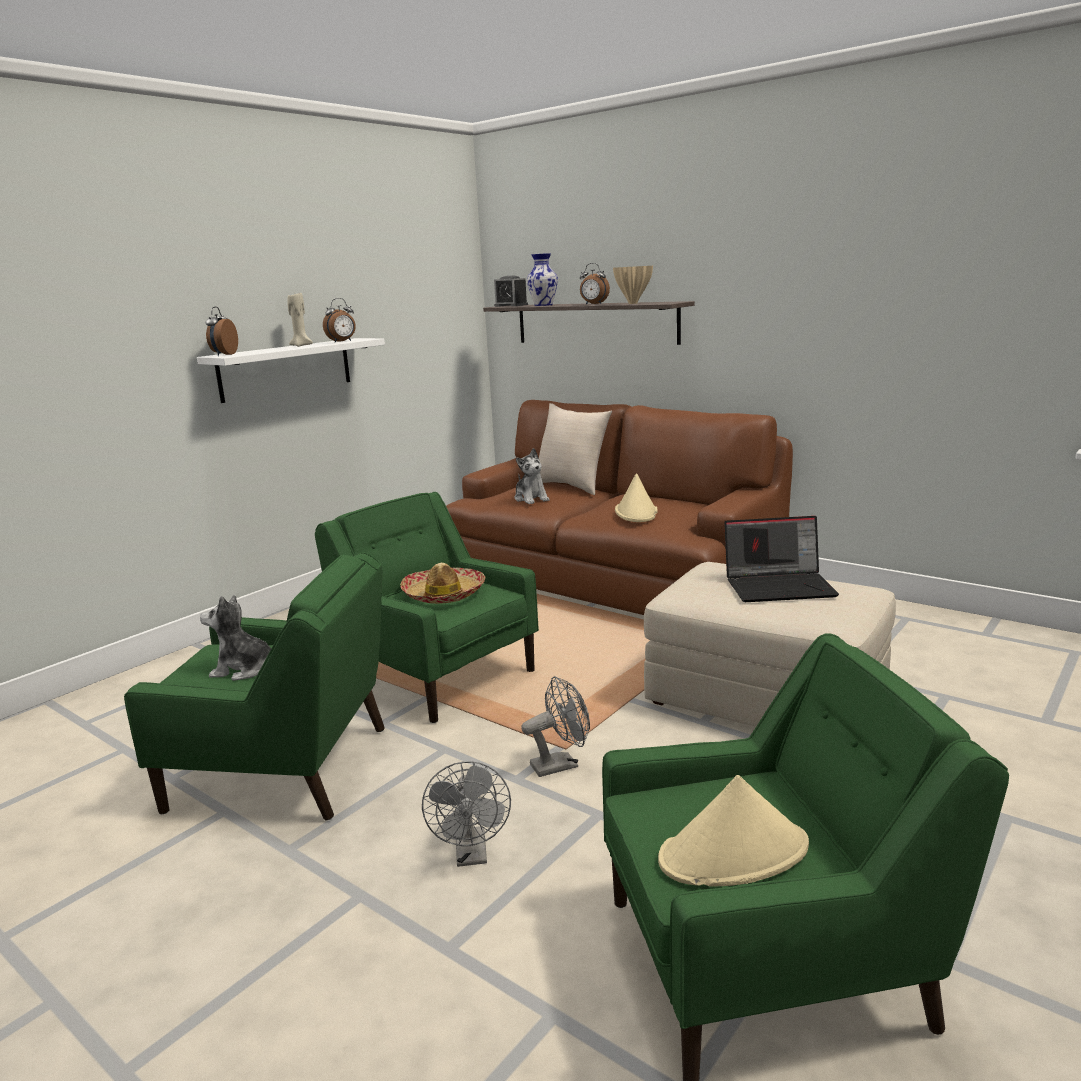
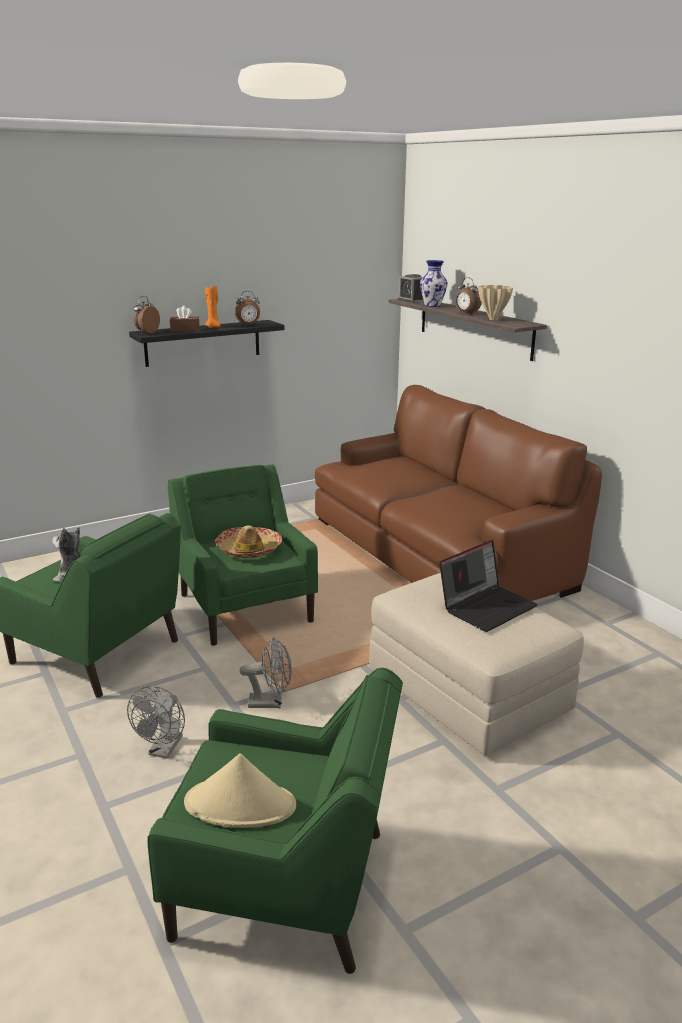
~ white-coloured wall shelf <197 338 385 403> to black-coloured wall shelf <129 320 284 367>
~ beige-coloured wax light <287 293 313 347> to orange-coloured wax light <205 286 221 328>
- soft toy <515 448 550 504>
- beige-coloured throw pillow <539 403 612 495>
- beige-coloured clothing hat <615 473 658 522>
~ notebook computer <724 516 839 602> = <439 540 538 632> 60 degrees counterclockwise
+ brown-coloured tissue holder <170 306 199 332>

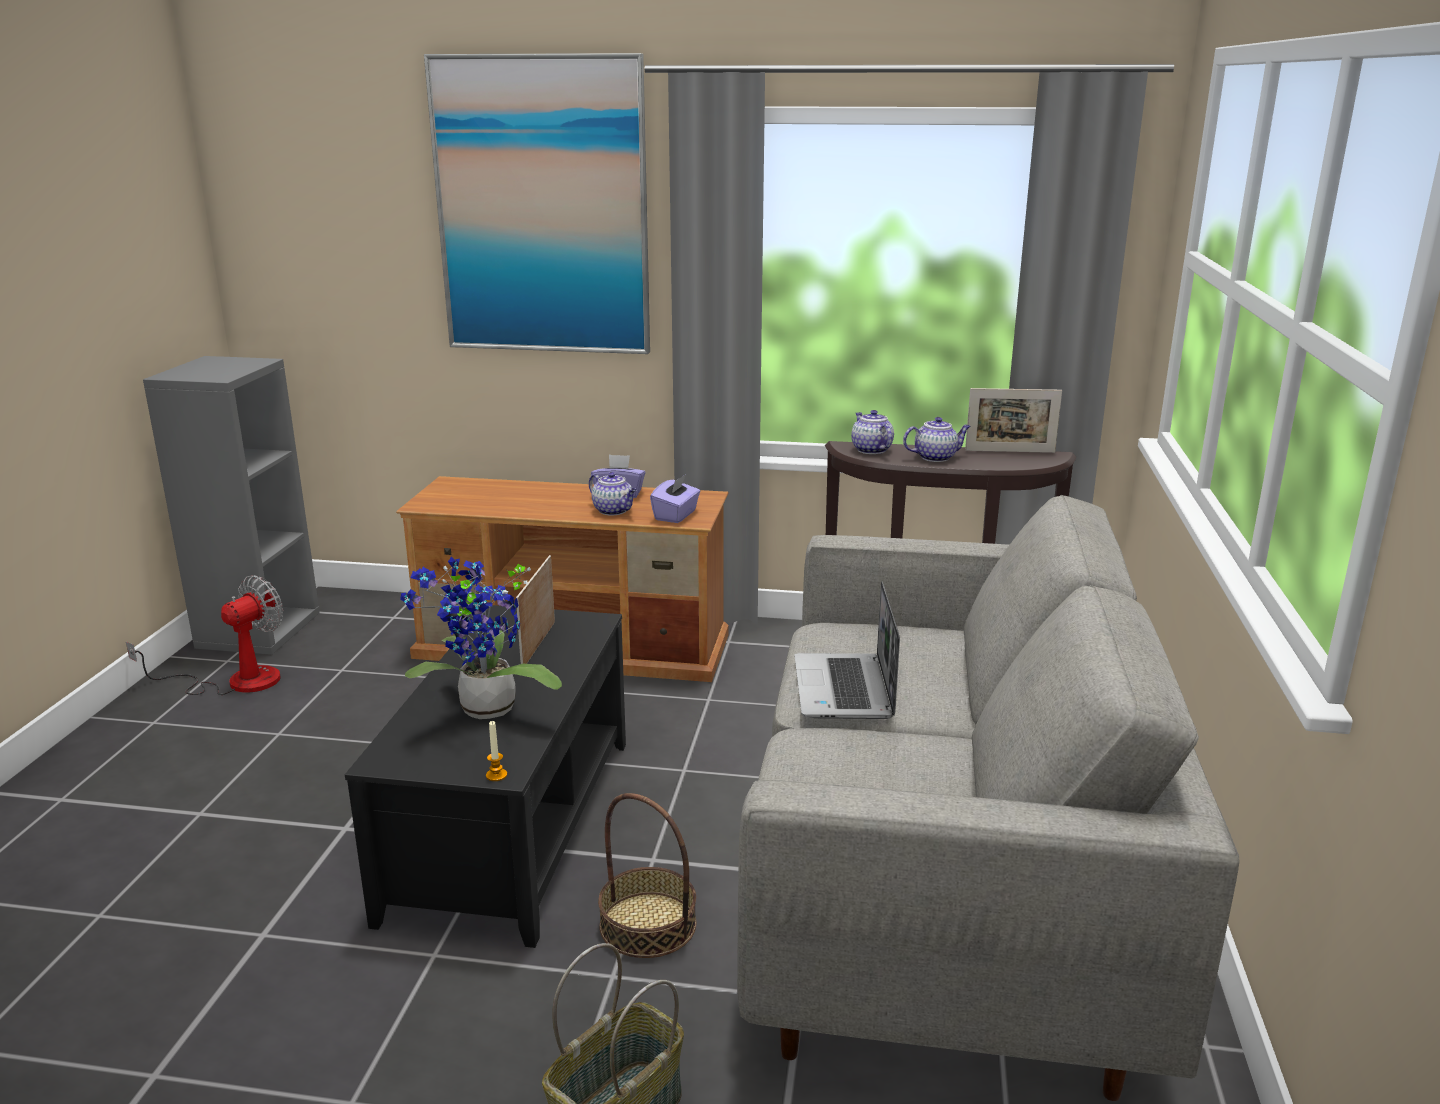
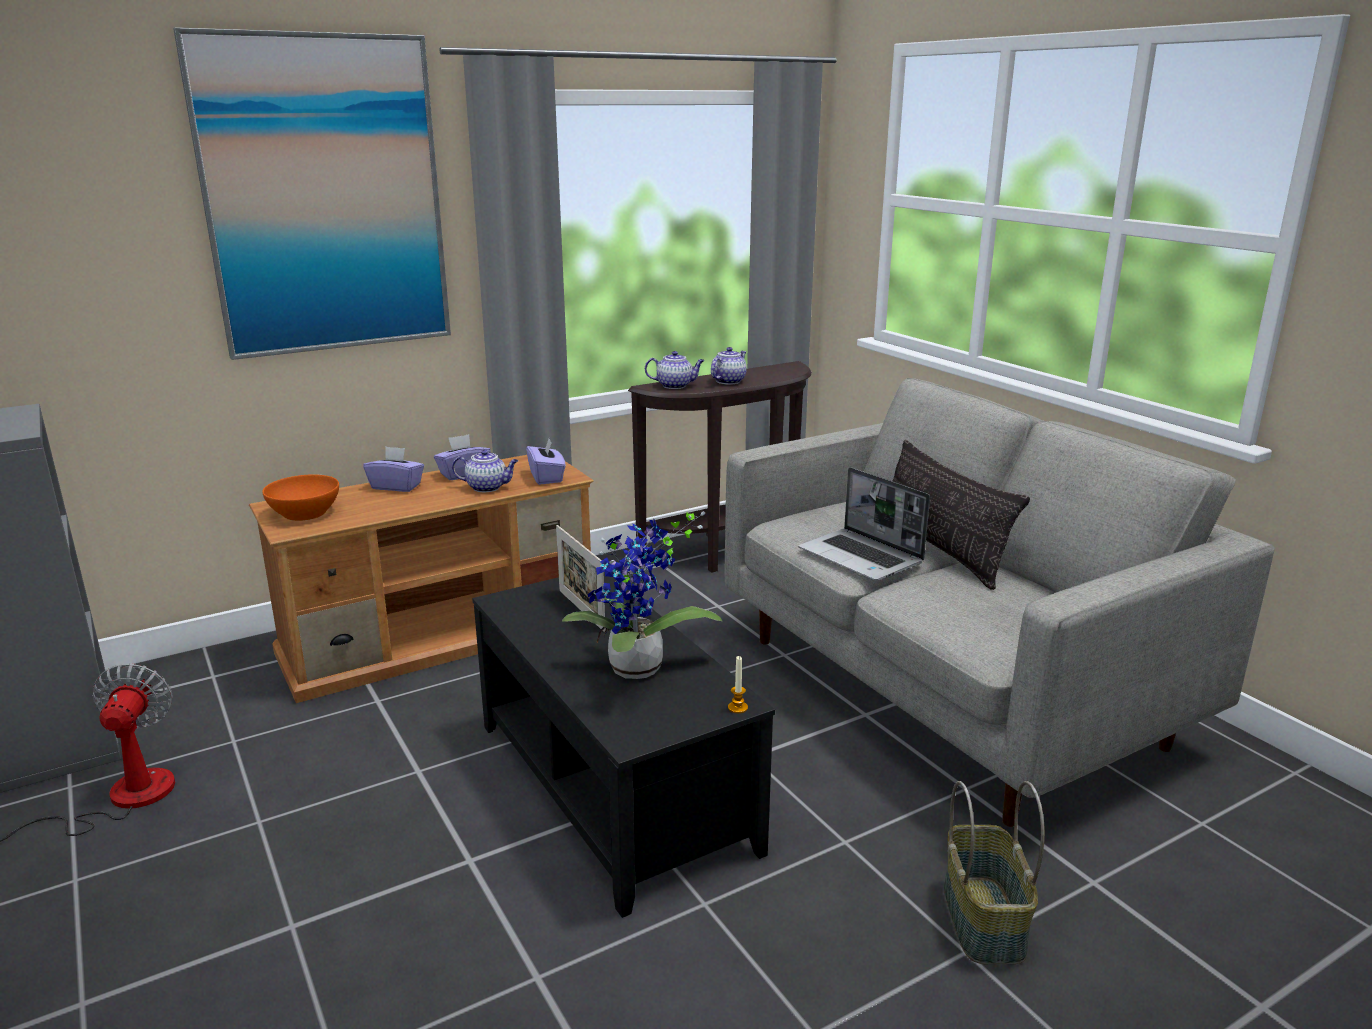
- household basket <598 793 697 958>
~ teapot <851 410 894 454> = <645 351 705 389> 150 degrees clockwise
- standing frame <965 388 1062 453>
+ orange-coloured deep dish <262 474 339 521>
+ purple-coloured tissue holder <363 446 424 492>
+ throw pillow <893 440 1030 590>

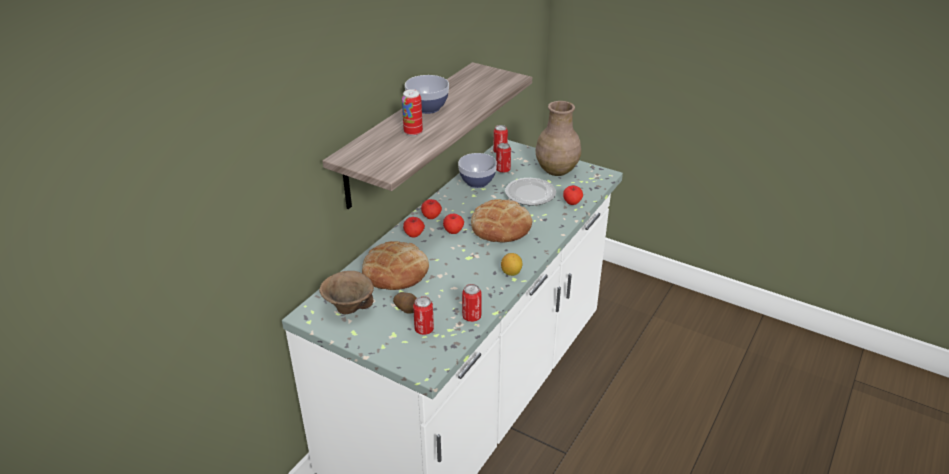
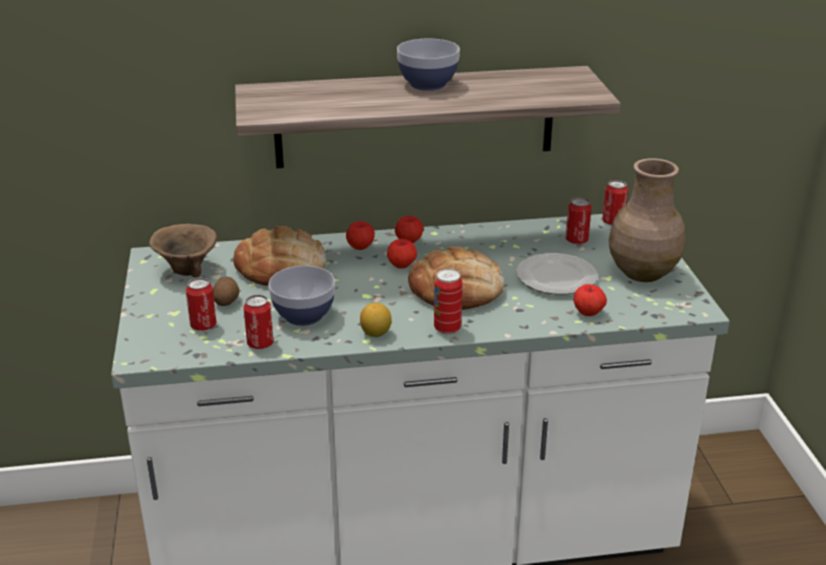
~ sealed can <402 89 423 136> to <434 269 462 335>
~ deep dish <458 153 497 188> to <268 266 335 326>

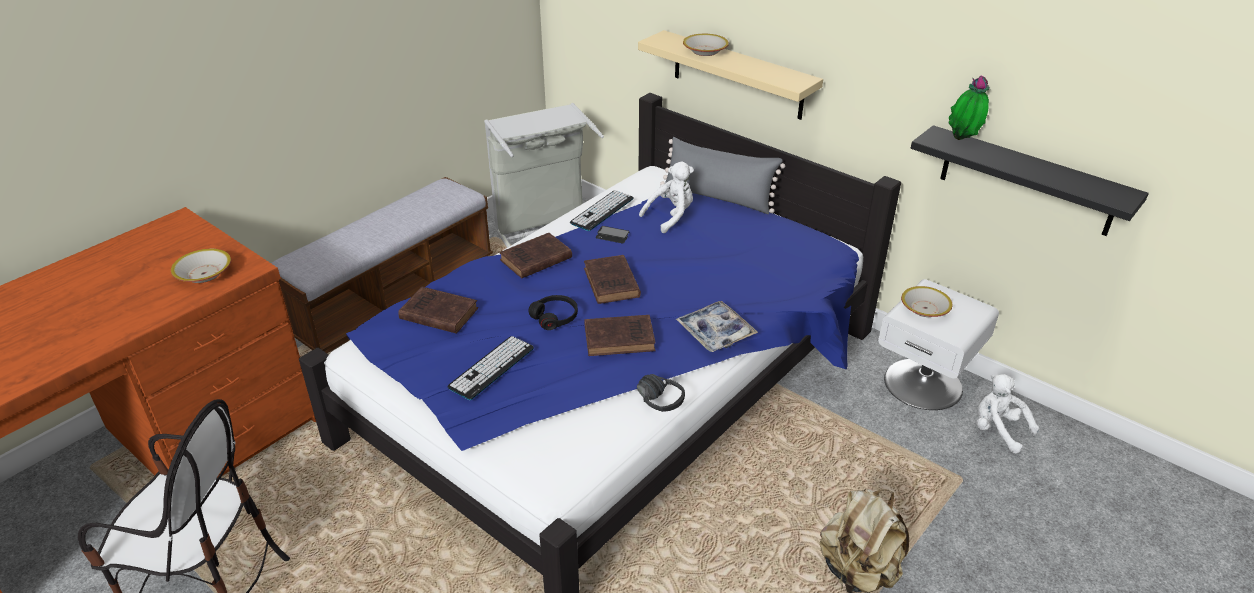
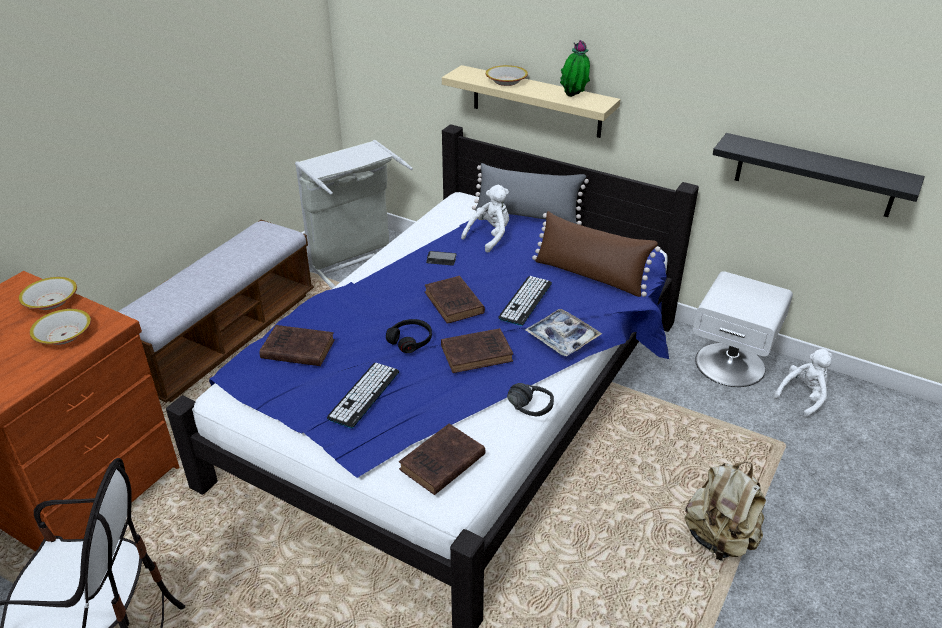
~ brown-coloured volume <499 233 572 279> to <399 424 485 495>
~ computer keyboard <570 190 633 231> to <498 276 552 326>
~ deep dish <901 286 952 317> to <19 277 77 310>
~ houseplant <948 75 990 140> to <560 40 590 97>
~ white-coloured soft toy <977 374 1039 454> = <774 349 833 418> 105 degrees clockwise
+ brown-coloured throw pillow <532 211 661 297>

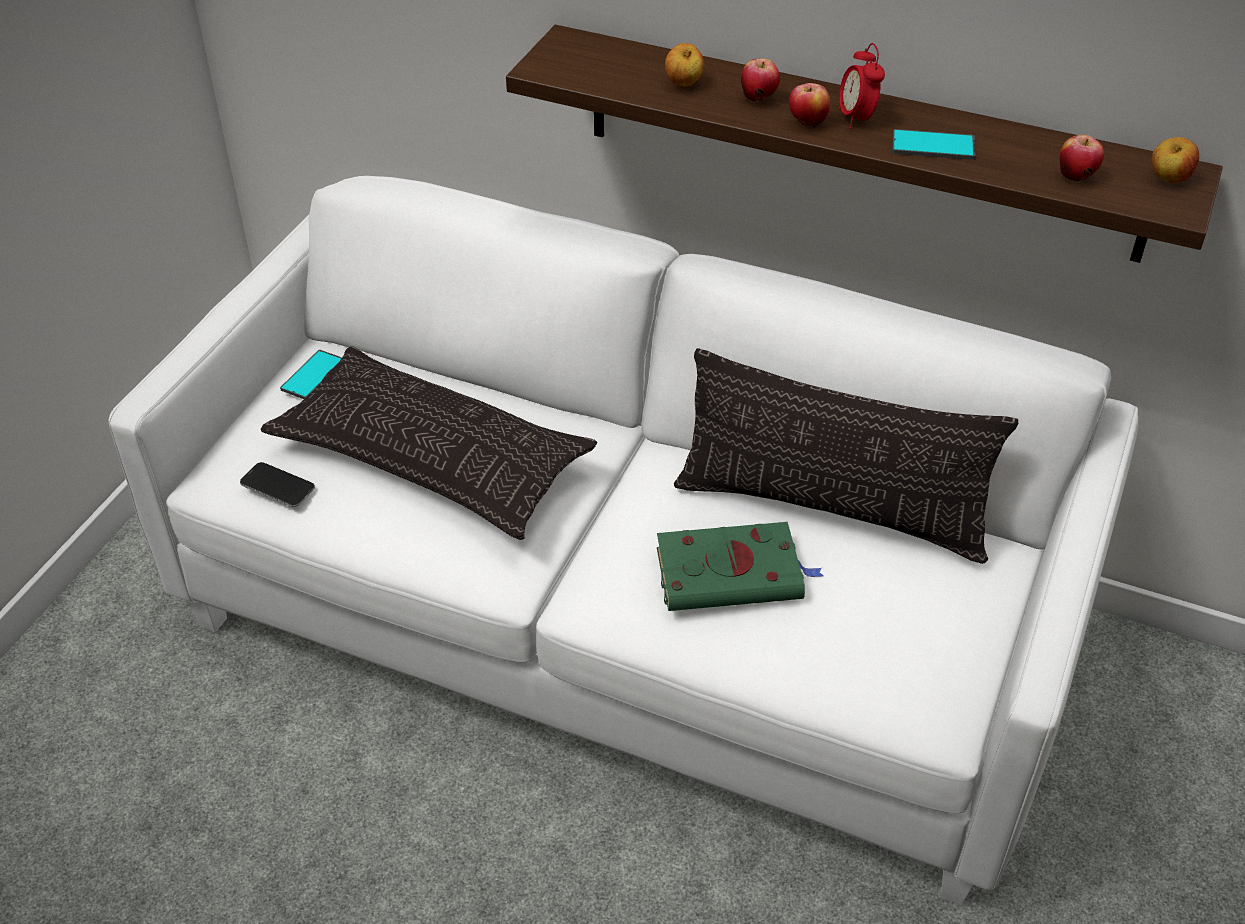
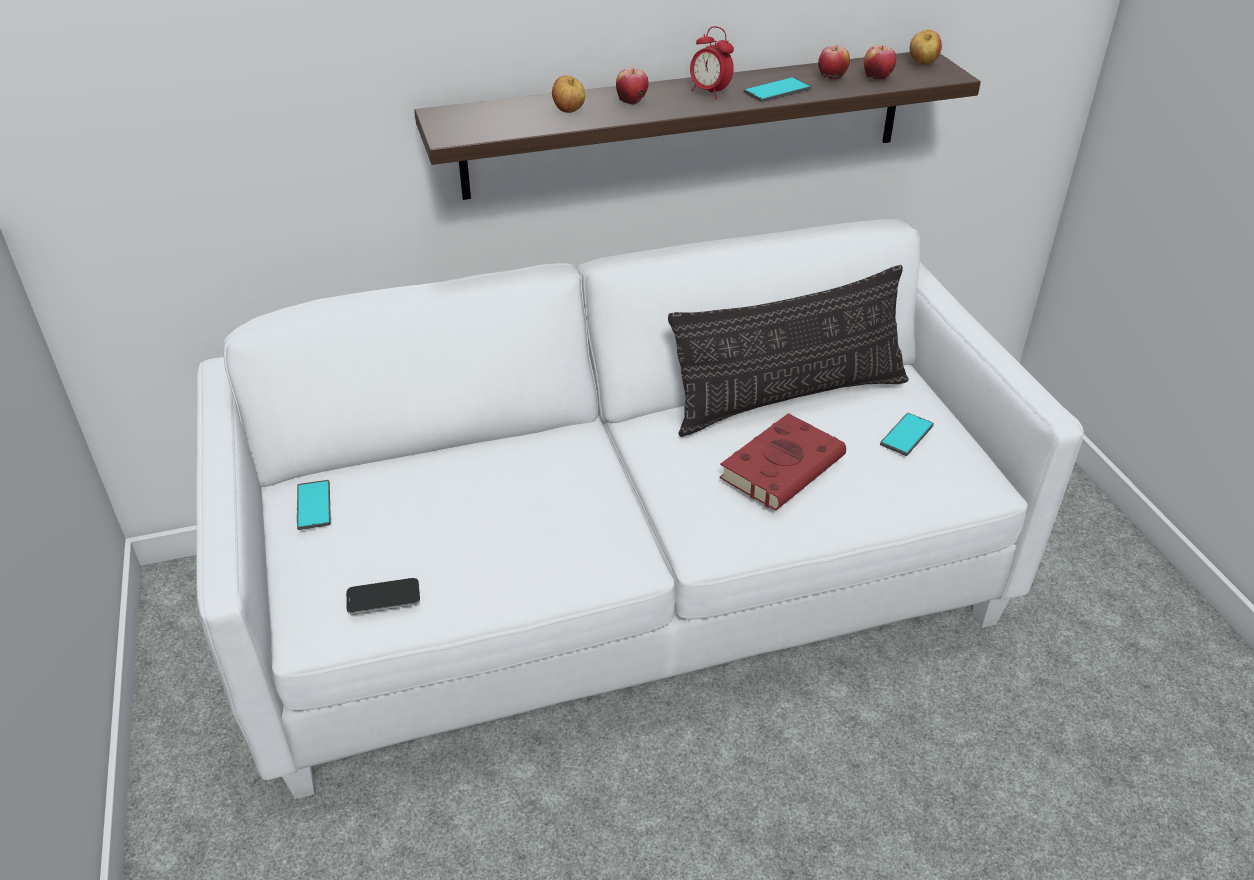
- throw pillow <261 346 597 540>
~ greenish volume <657 522 823 611> to reddish volume <719 413 846 511>
~ whole apple <789 83 830 128> to <818 45 850 80>
+ handset <880 413 934 456>

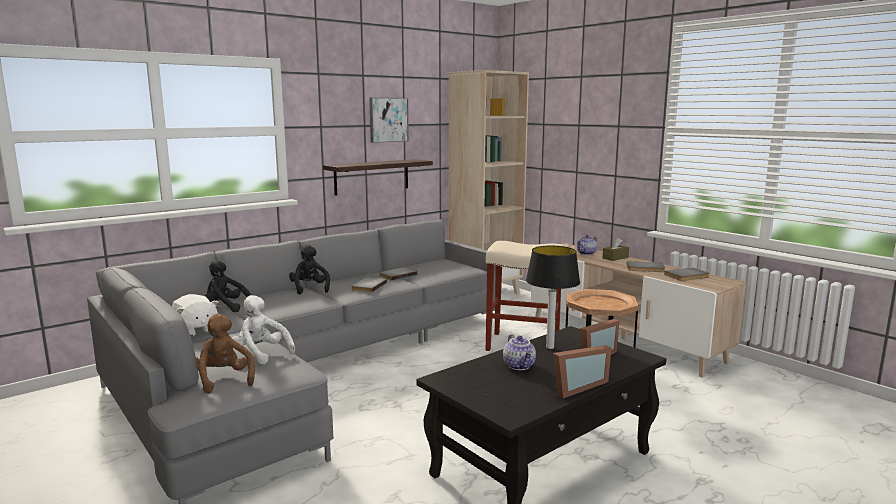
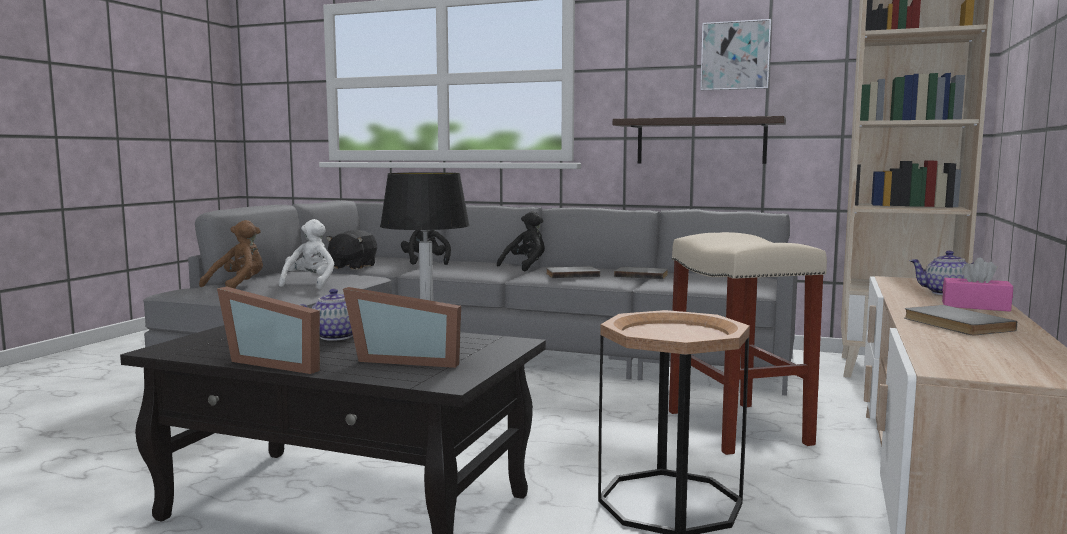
~ white-coloured soft toy <172 294 219 337> to black-coloured soft toy <326 230 377 270>
~ brown-coloured tissue holder <603 238 629 261> to pinkish tissue holder <942 258 1013 311>
- grey volume <664 268 709 281>

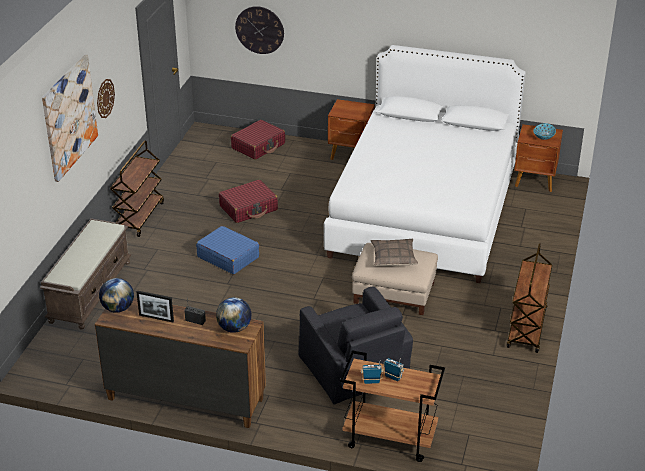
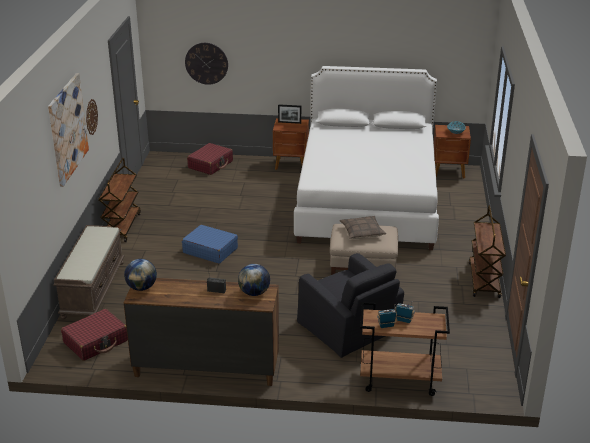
~ standing frame <137 291 174 322> to <278 104 301 124>
~ reddish suitcase <219 180 278 223> to <61 309 128 361>

